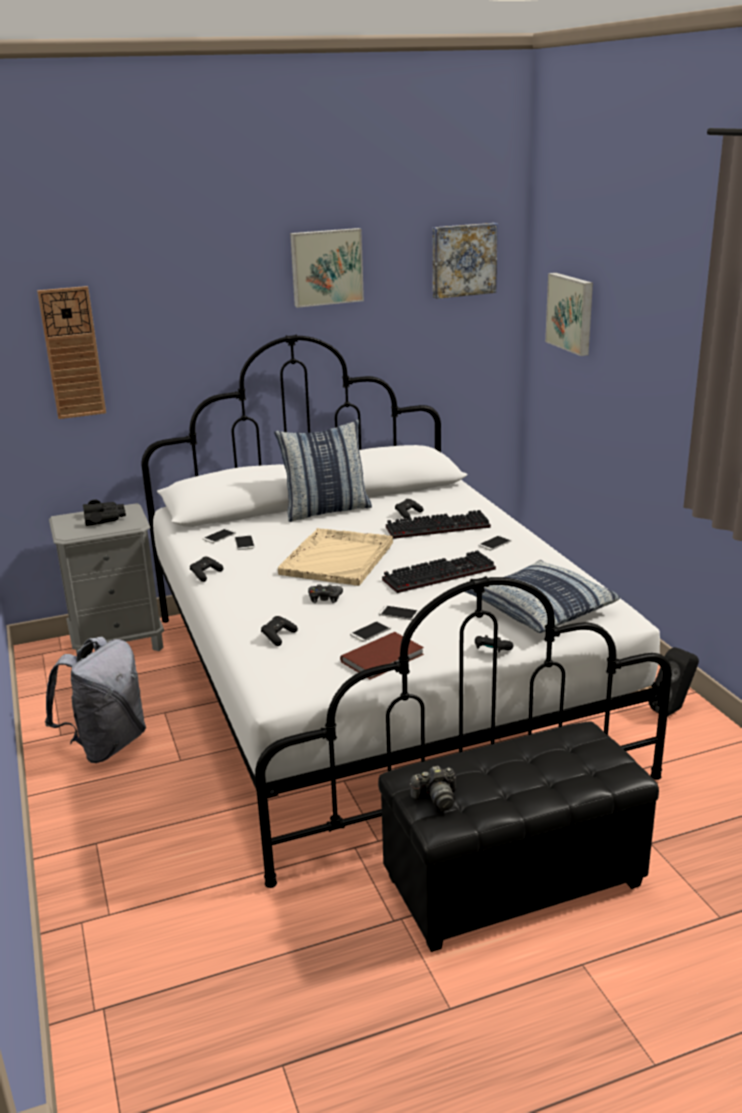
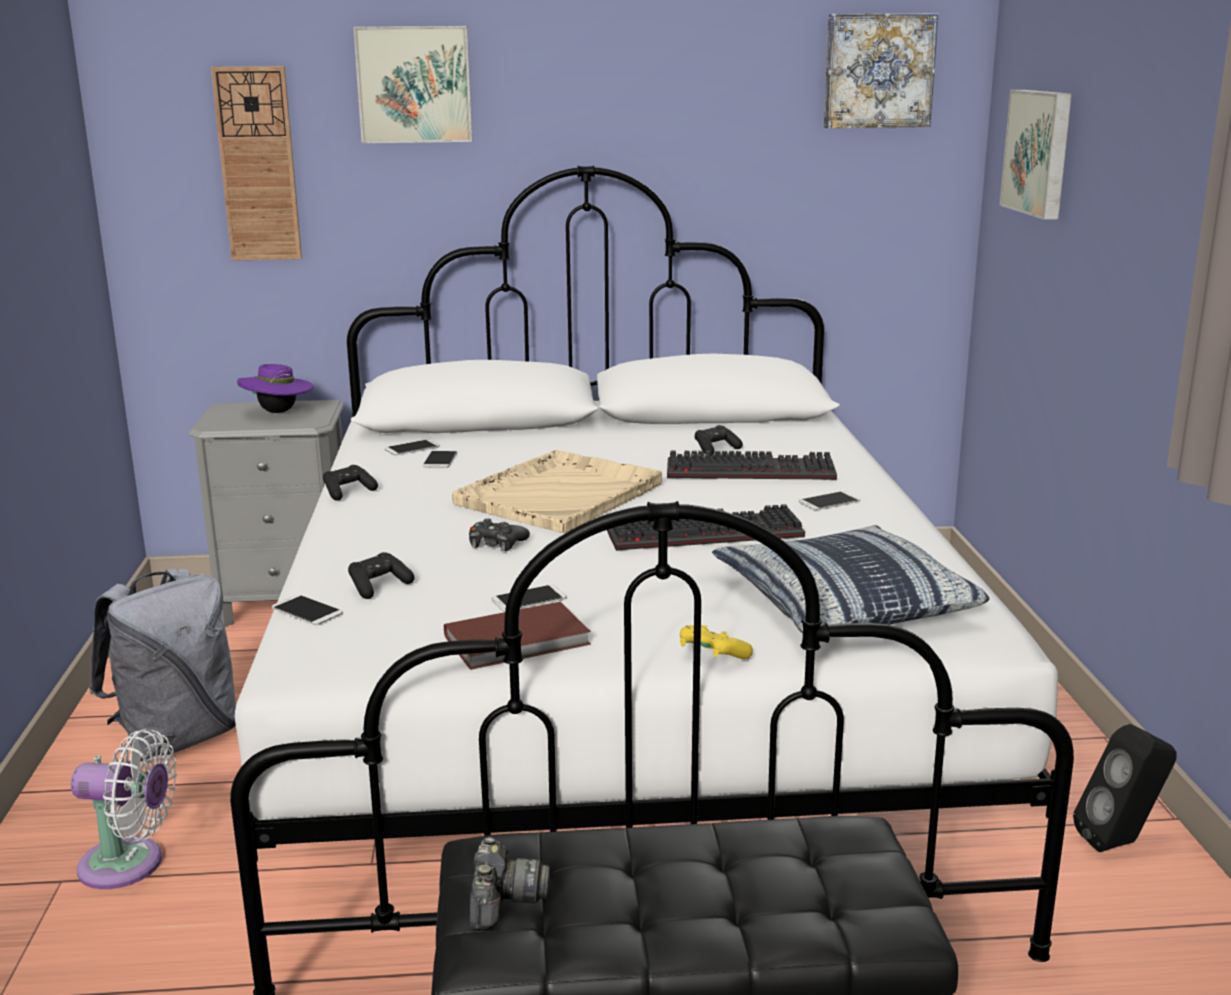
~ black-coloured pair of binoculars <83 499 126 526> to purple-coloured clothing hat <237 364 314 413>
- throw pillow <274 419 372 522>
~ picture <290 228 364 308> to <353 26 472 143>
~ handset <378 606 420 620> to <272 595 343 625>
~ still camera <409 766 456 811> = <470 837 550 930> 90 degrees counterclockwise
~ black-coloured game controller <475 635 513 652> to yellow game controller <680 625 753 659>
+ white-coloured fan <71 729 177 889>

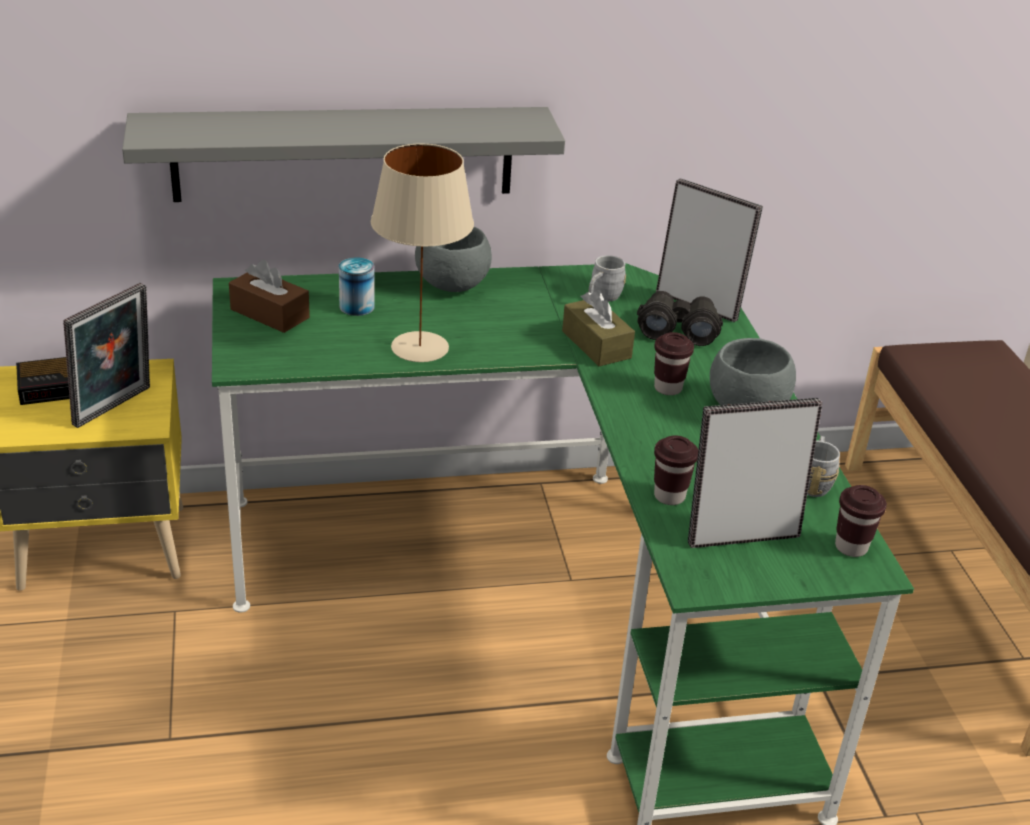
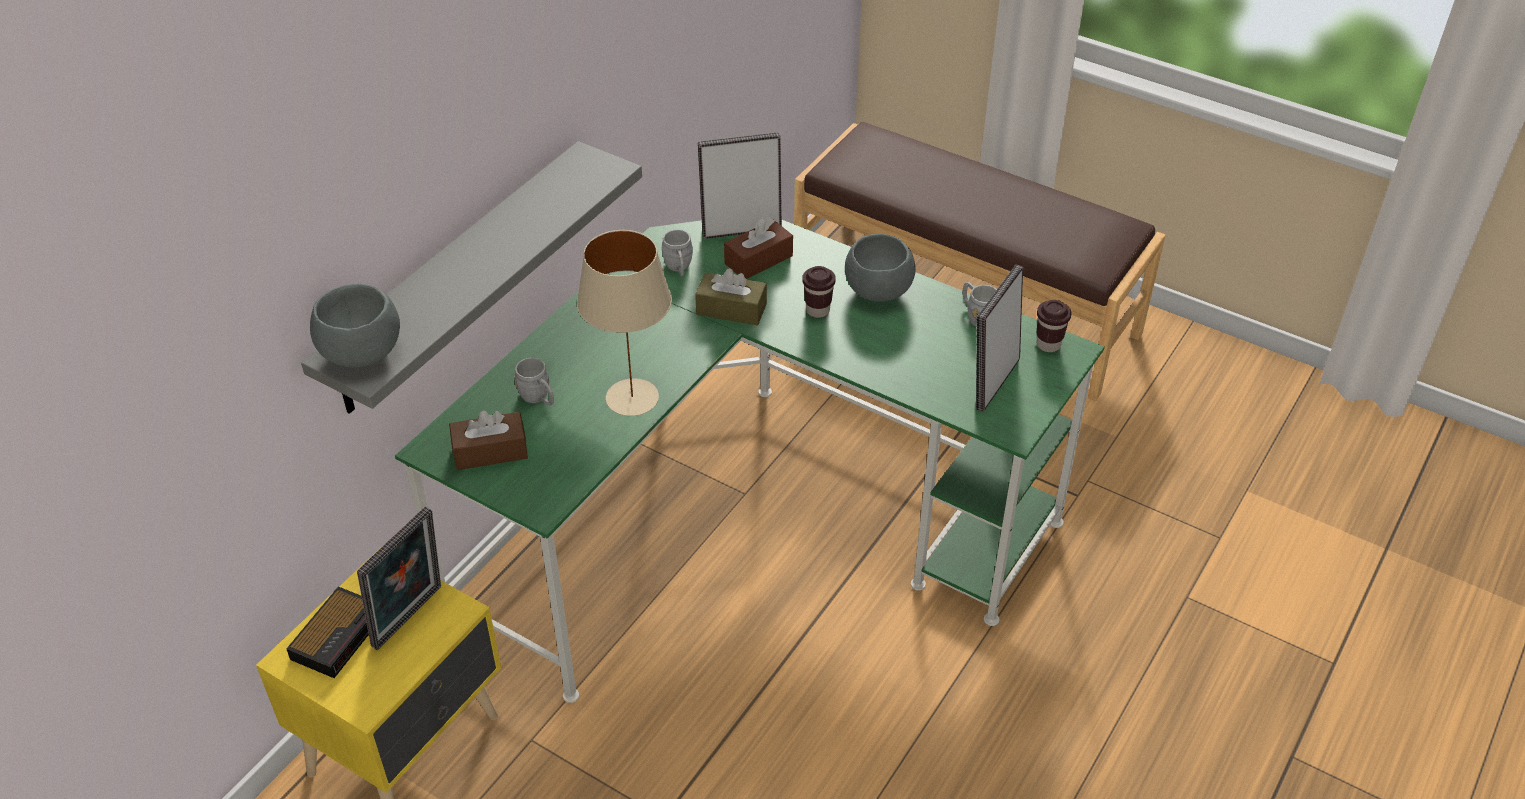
~ standing frame <63 283 150 428> = <357 507 441 650> 45 degrees clockwise
~ sealed can <339 257 375 316> to grey mug <514 358 554 405>
~ grey deep dish <415 227 492 292> to <310 284 400 367>
~ black-coloured pair of binoculars <637 291 723 346> to brown-coloured tissue holder <724 217 793 279>
- brown-coloured small cup <654 435 698 505>

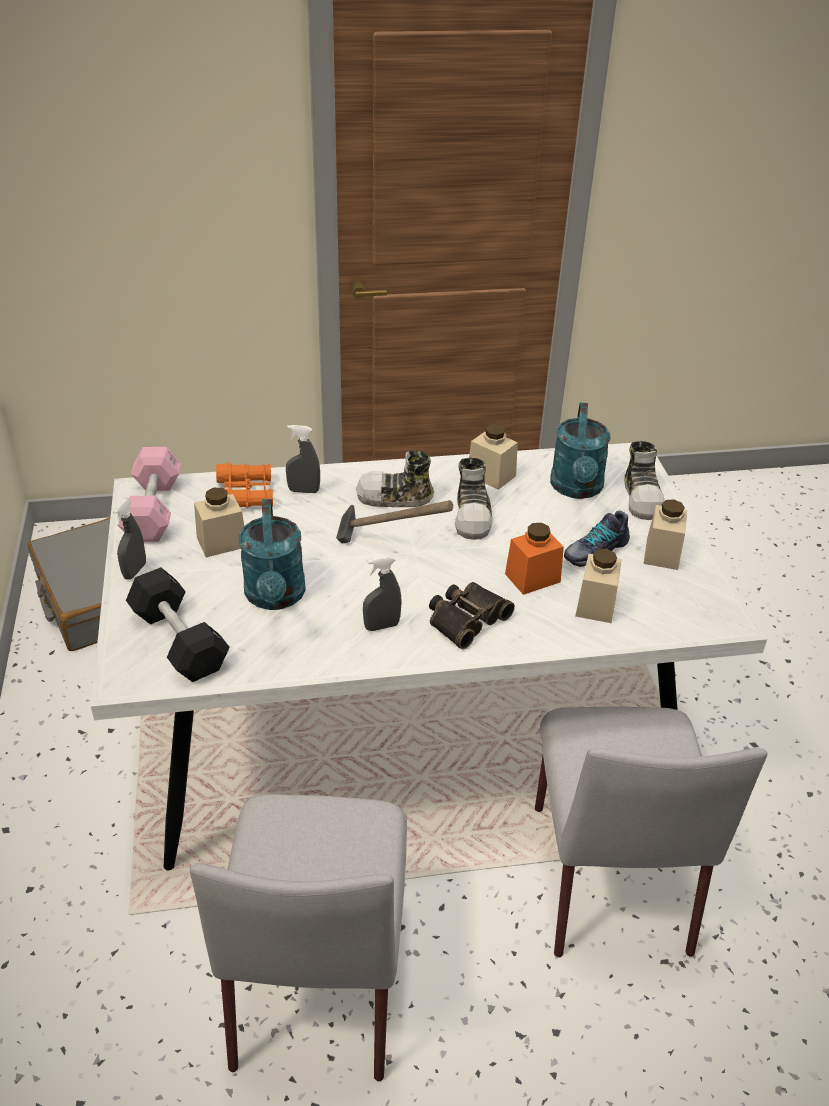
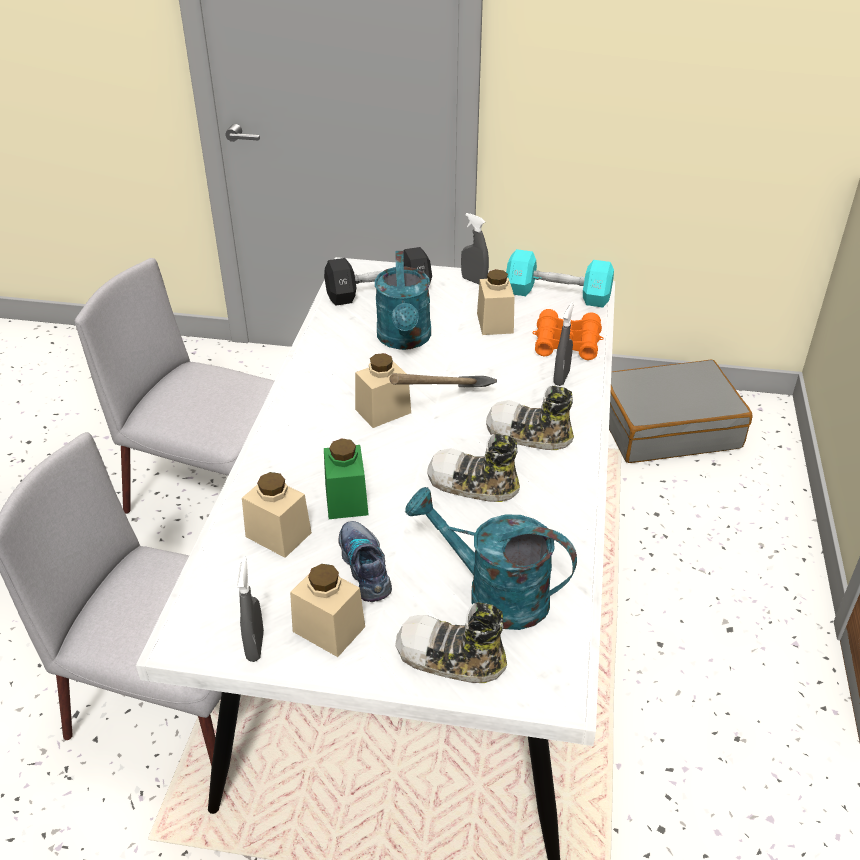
~ pinkish dumbbell <118 447 181 542> to turquoise dumbbell <506 249 614 308>
~ turquoise sprinkling can <239 499 306 610> = <375 251 431 350> 105 degrees counterclockwise
~ low shoe <356 451 434 507> = <486 386 574 450> 90 degrees counterclockwise
~ grey hand sprayer <363 556 402 631> to <237 557 264 662>
- pair of binoculars <429 582 515 649>
~ beige-coloured jar <469 424 518 490> to <355 353 411 428>
~ orange-coloured jar <505 523 564 595> to greenish jar <324 438 369 519>

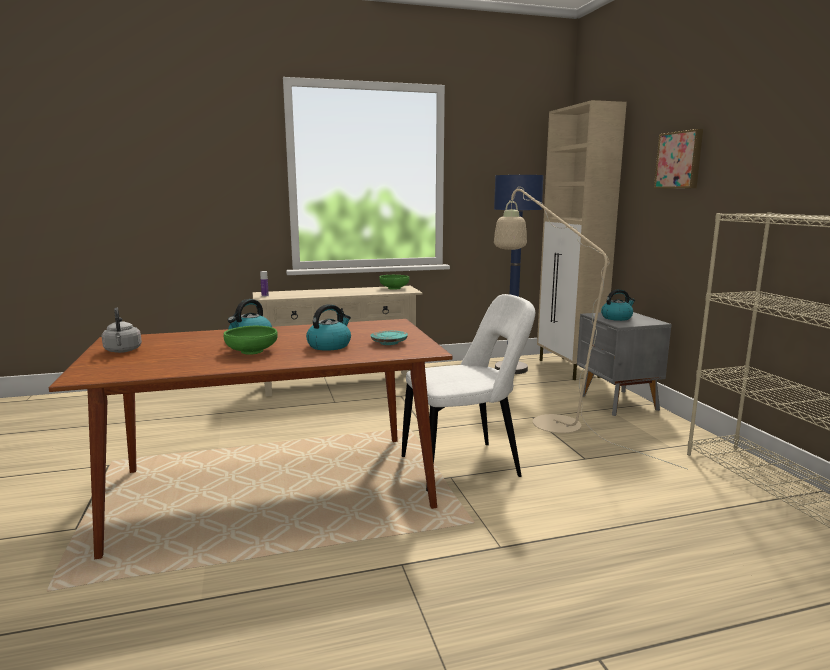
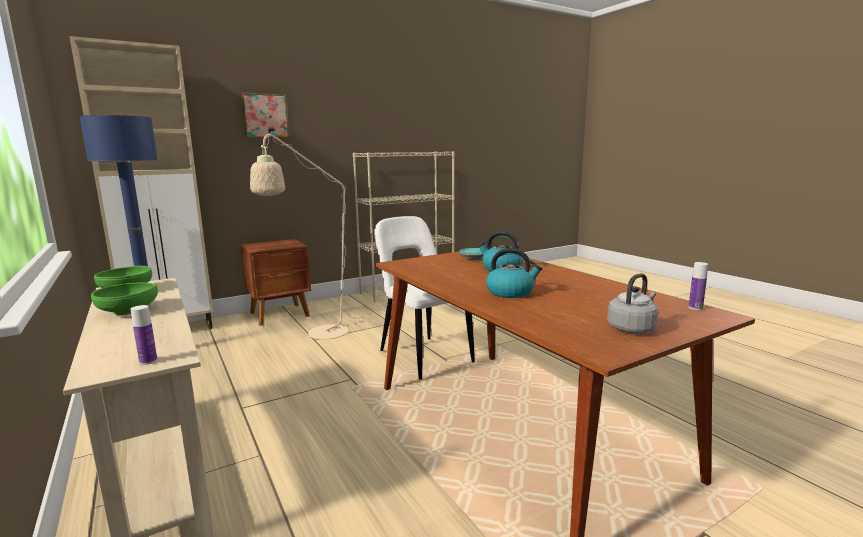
~ greenish deep dish <224 326 278 355> to <91 282 158 315>
~ grey night table <577 312 672 416> to brown-coloured night table <240 239 311 326>
- tea kettle <601 289 635 321>
+ drink bottle <689 262 708 310>

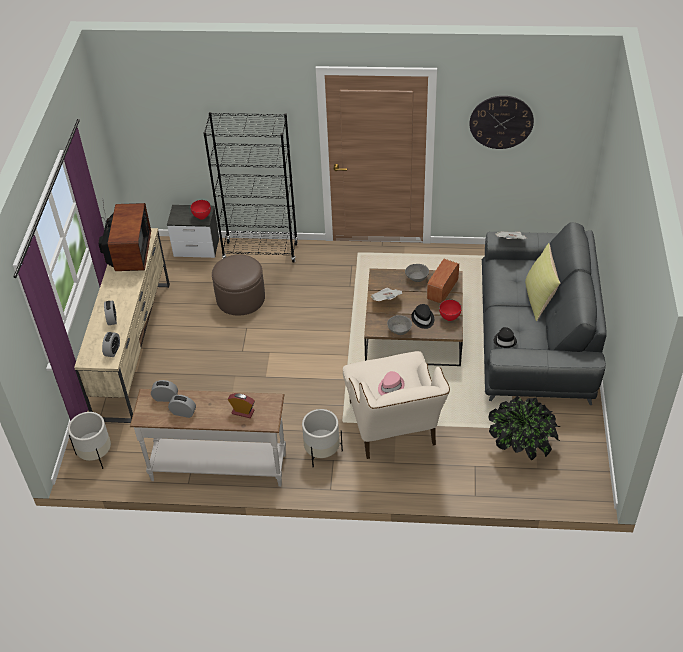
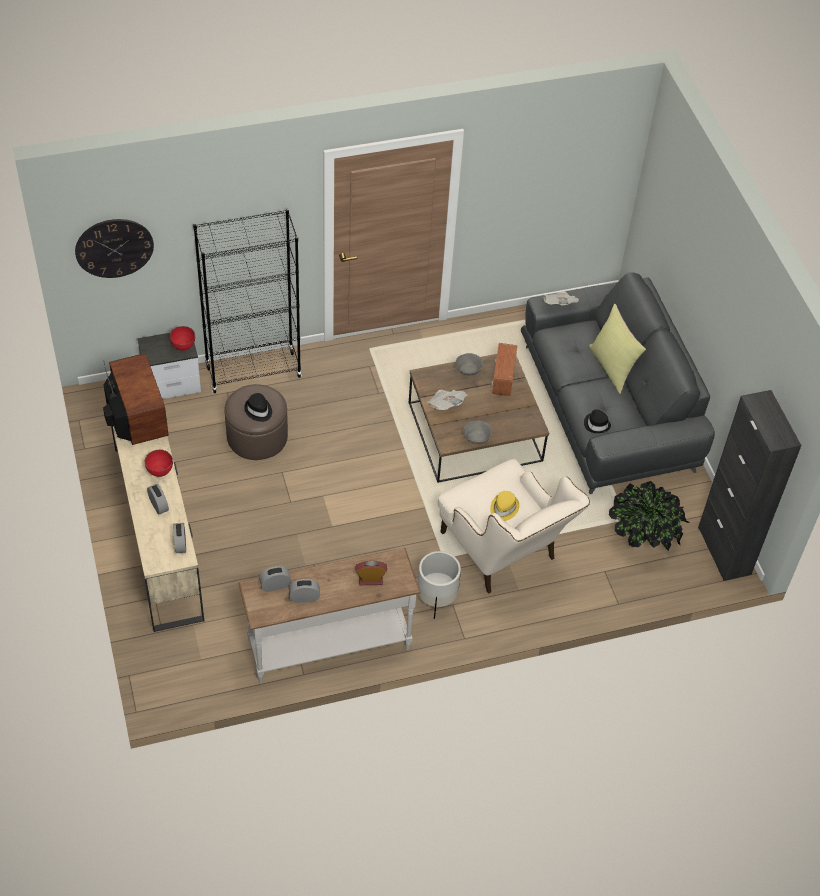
- white-coloured plant pot <68 412 111 469>
~ pinkish clothing hat <378 371 404 396> to yellow clothing hat <490 491 519 521>
~ black-coloured clothing hat <411 304 434 329> to <244 393 272 422>
~ reddish deep dish <439 299 462 321> to <145 450 173 477>
~ wall clock <470 96 534 149> to <75 219 154 278>
+ black-coloured storage cabinet <698 390 802 581>

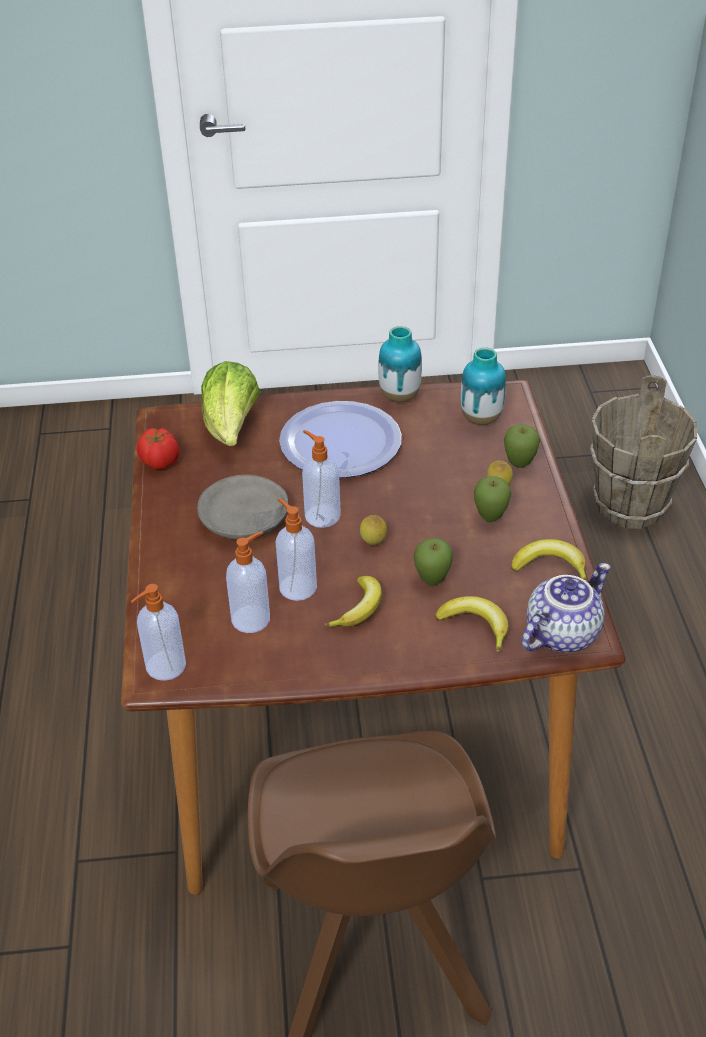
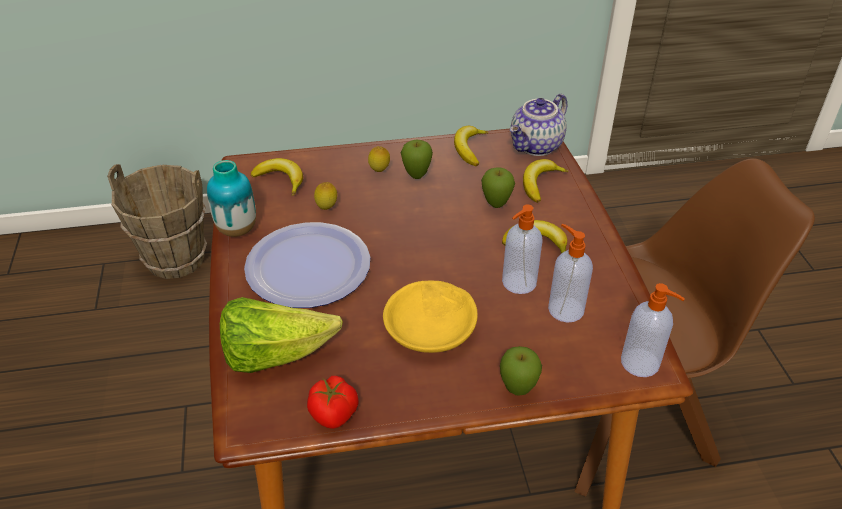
~ grey deep dish <197 475 288 540> to yellow deep dish <383 280 478 353>
- liquid soap bottle <302 430 341 528>
~ lemon <360 515 387 545> to <314 182 337 210>
~ vase <461 347 506 425> to banana <251 158 303 196>
~ whole apple <504 424 541 468> to <500 346 542 395>
~ teapot <522 563 611 653> = <510 94 568 156> 90 degrees counterclockwise

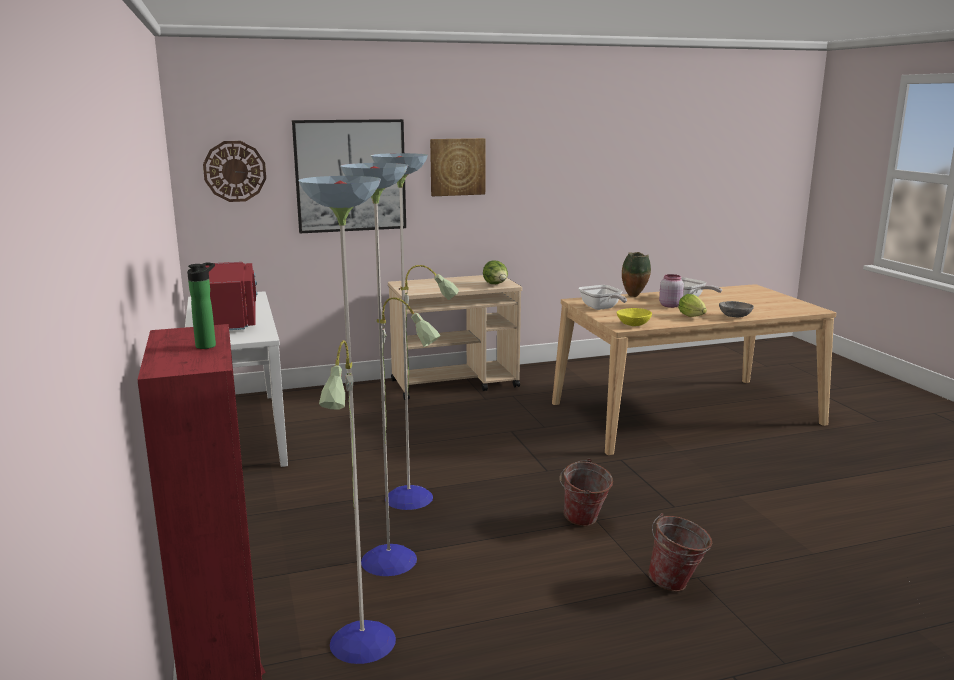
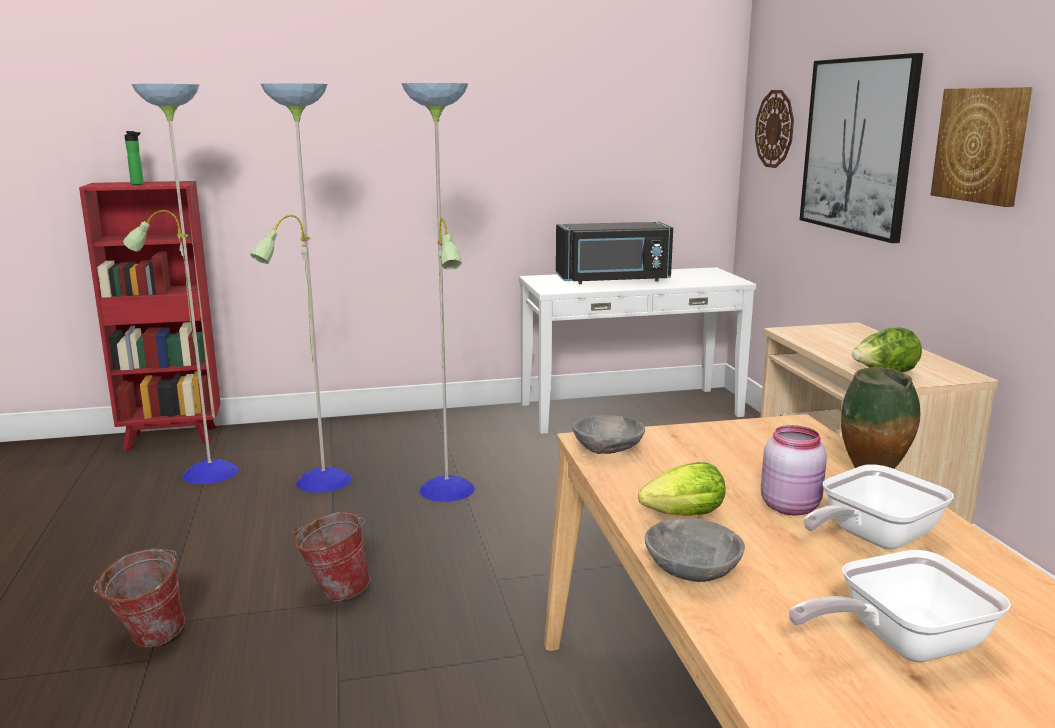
~ reddish microwave oven <205 262 257 330> to black-coloured microwave oven <556 222 673 284>
~ frying pan <579 285 627 310> to <789 550 1011 662>
~ yellow deep dish <617 308 652 326> to grey deep dish <572 415 645 454>

